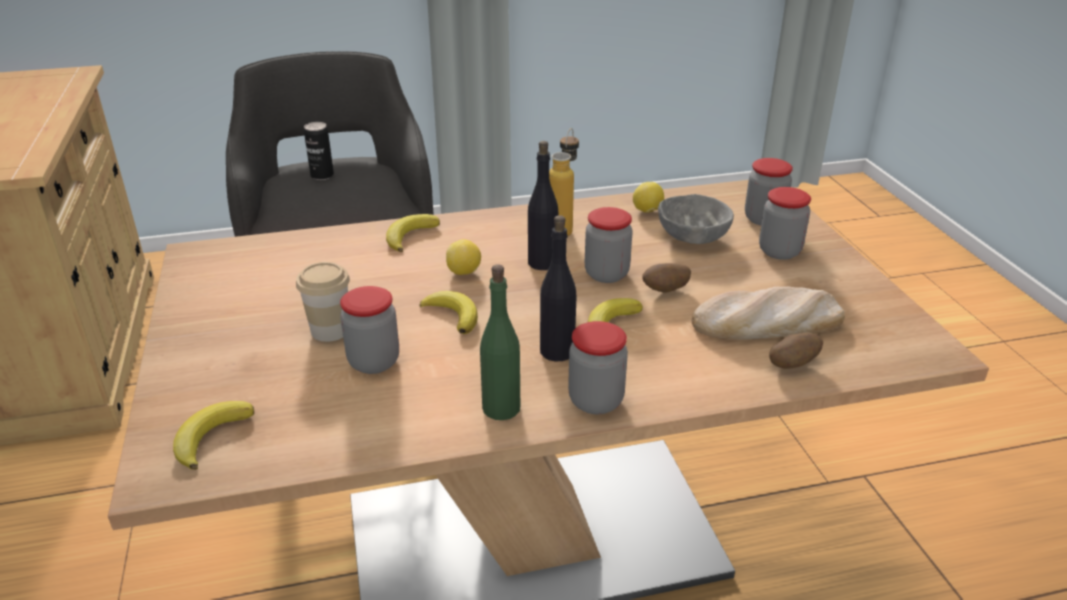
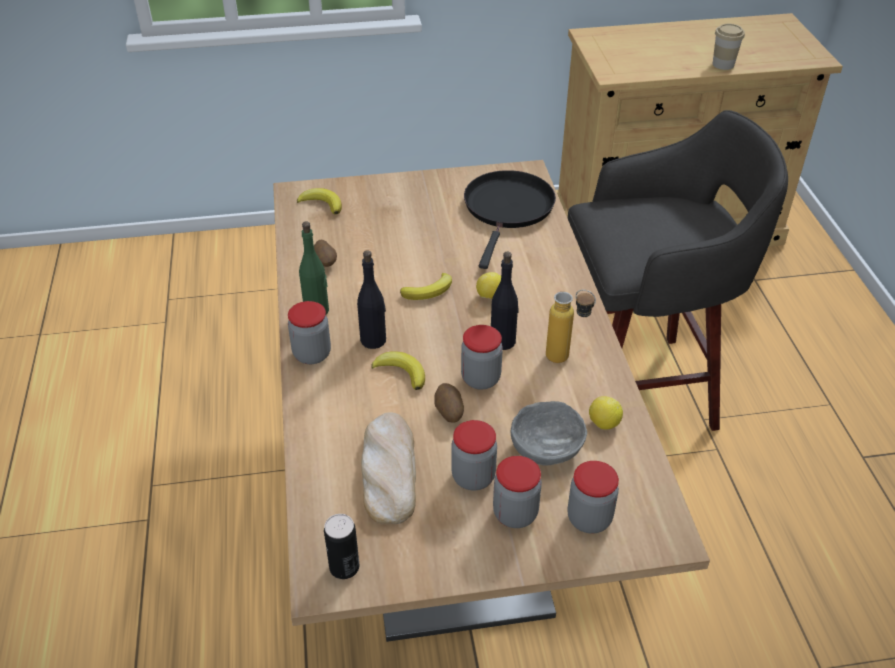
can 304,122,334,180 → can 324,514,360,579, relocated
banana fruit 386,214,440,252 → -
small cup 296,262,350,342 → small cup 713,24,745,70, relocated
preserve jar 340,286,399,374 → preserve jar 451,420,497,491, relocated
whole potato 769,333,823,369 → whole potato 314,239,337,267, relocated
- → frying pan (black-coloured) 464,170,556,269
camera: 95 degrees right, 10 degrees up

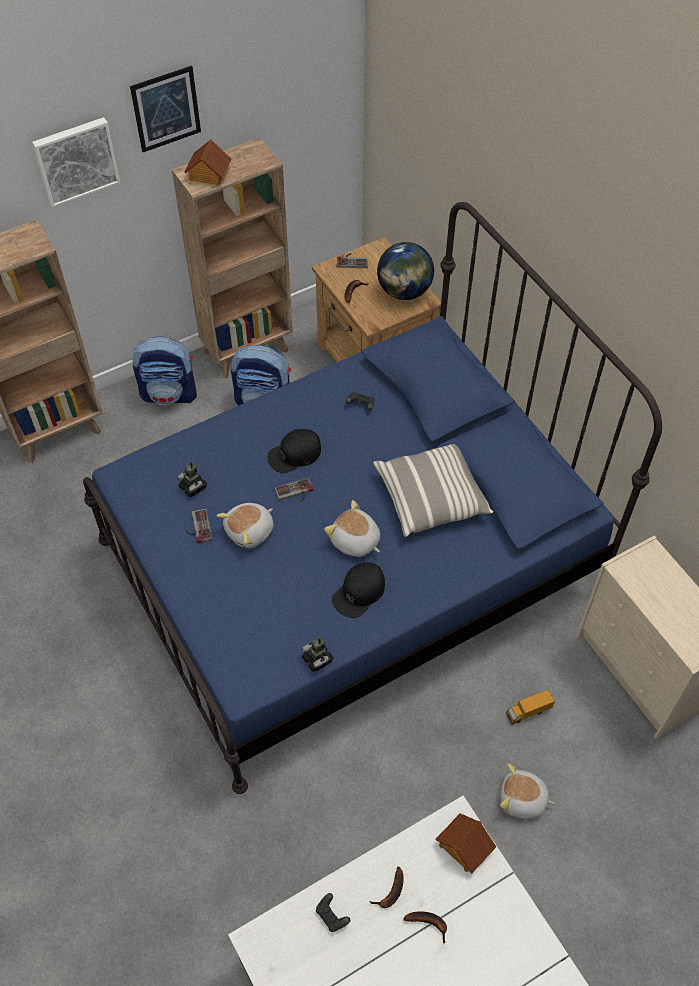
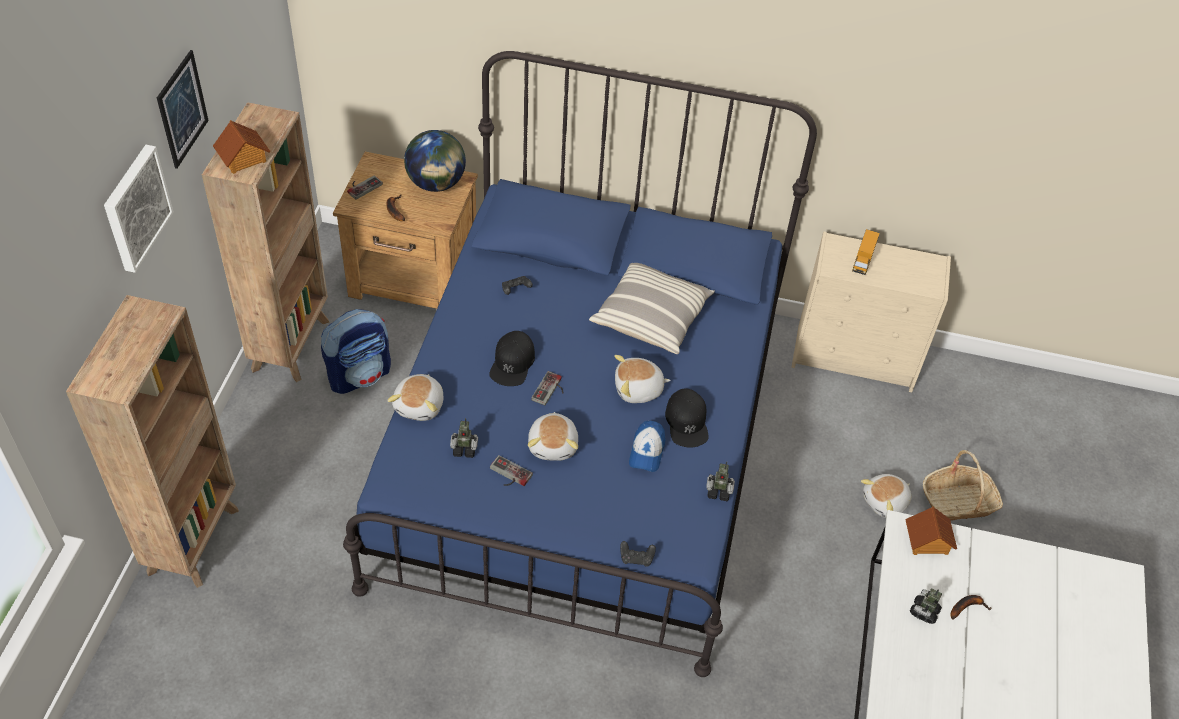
knapsack 132,336,197,405 → -
toy lorry 506,689,555,725 → toy lorry 852,229,880,275, relocated
banana fruit 369,867,404,908 → model robot 910,588,942,624
joypad (black-coloured) 316,893,350,932 → joypad (black-coloured) 620,541,656,567, relocated
- → soft toy 387,374,444,421
- → peaked cap 629,421,665,472
- → storage basket 923,450,1003,521
camera: 50 degrees left, 5 degrees down

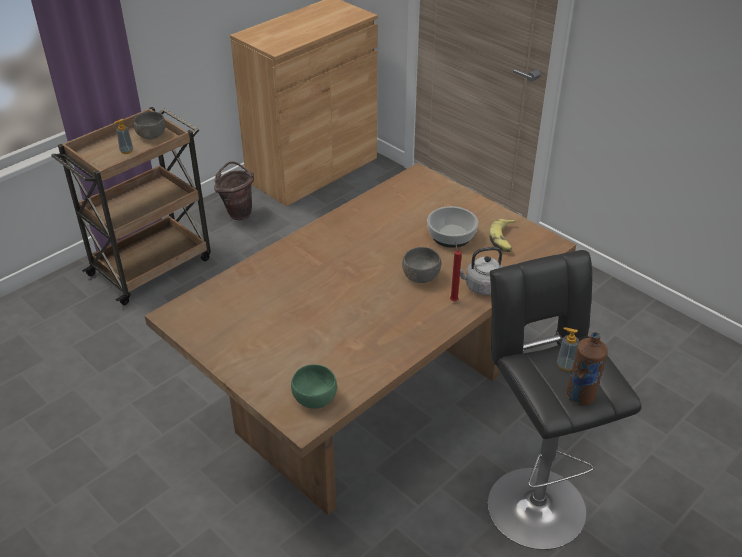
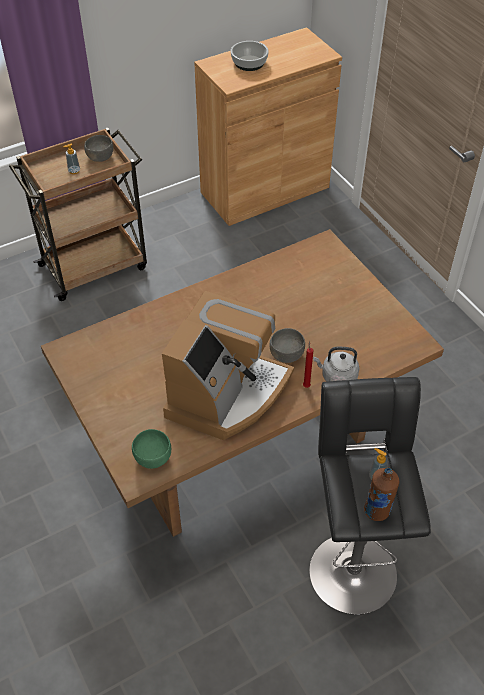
water bucket (brownish) 214,161,254,220 → -
bowl 427,206,478,248 → bowl 231,41,269,71, relocated
banana fruit 489,219,516,252 → -
- → coffee machine 162,291,294,440
camera: 15 degrees right, 10 degrees up

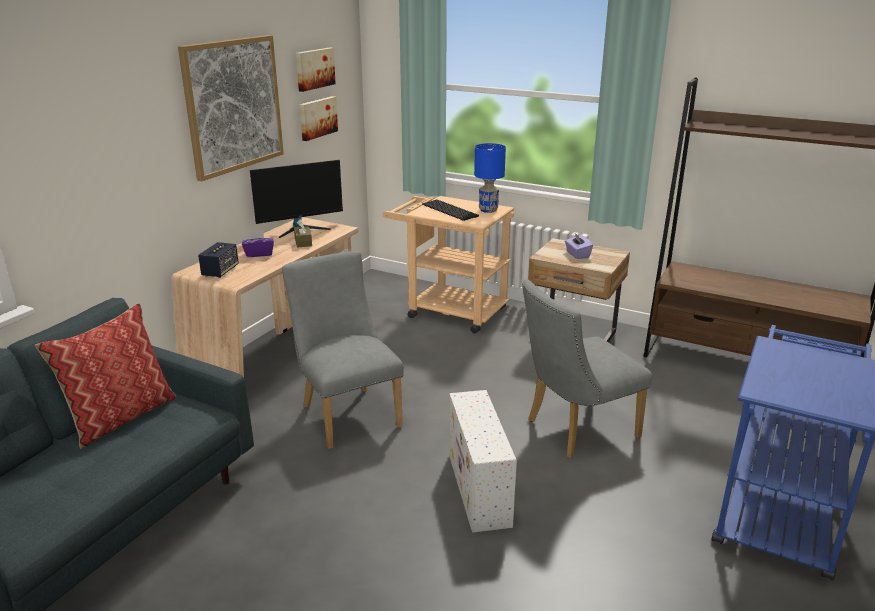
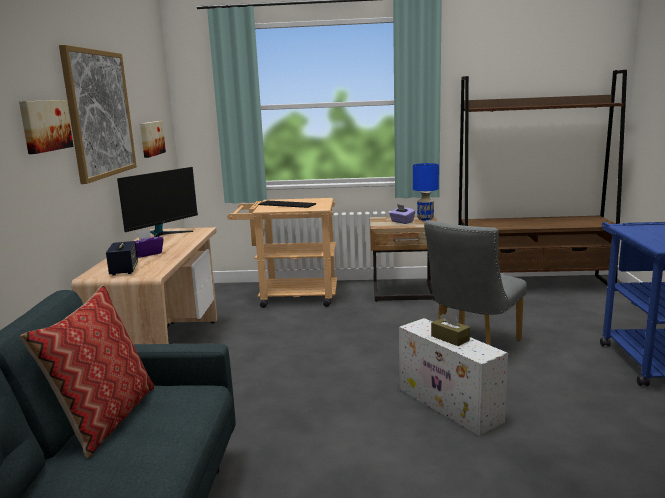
picture 296,48,336,92 → picture 19,100,74,154, relocated
tabletop lamp (blue-coloured) 474,143,506,213 → tabletop lamp (blue-coloured) 413,163,439,221, relocated
box of tissues (brownish) 294,219,312,248 → box of tissues (brownish) 431,311,470,346, relocated
upright chair (grey) 282,251,404,449 → -
camera: 25 degrees left, 10 degrees down

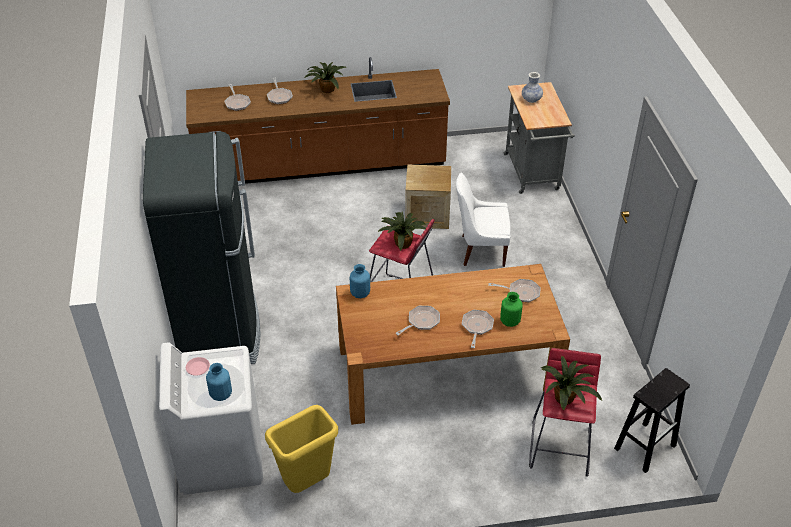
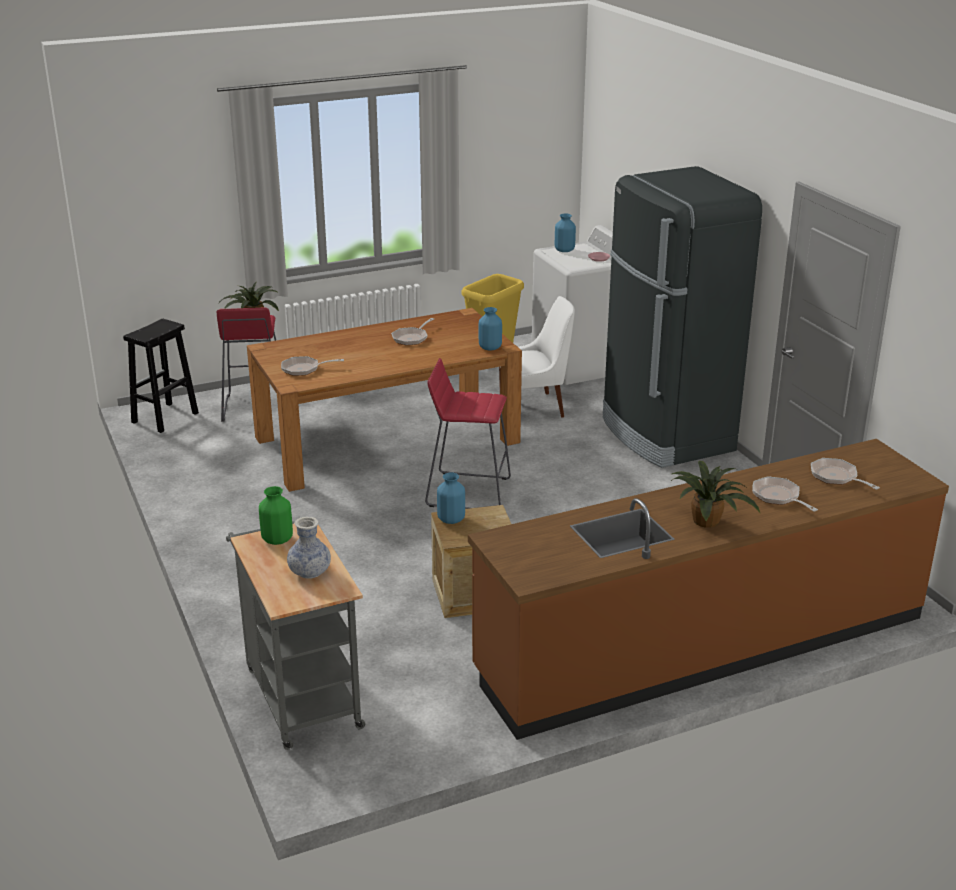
upright chair (white) 456,172,511,267 → upright chair (white) 499,296,575,418, relocated
potted plant 378,212,427,251 → -
flower vase (green) 500,292,523,327 → flower vase (green) 259,486,293,545, relocated
frying pan 462,310,494,348 → -
- → flower vase (blue-coloured) 437,473,465,524
camera: 165 degrees right, 15 degrees down

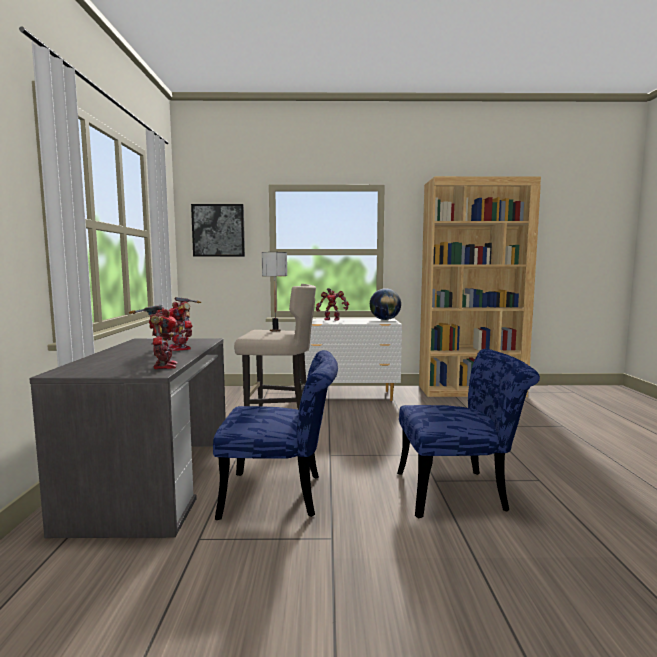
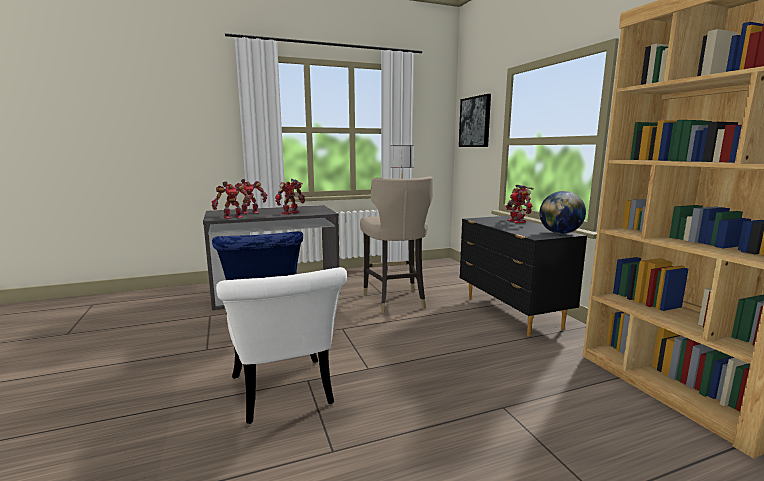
chest of drawers (white) 300,319,402,401 → chest of drawers (black-coloured) 460,216,587,336
upright chair (blue-coloured) 397,349,540,518 → upright chair (white) 216,267,347,424
- → model robot 231,179,268,214
camera: 70 degrees right, 5 degrees up

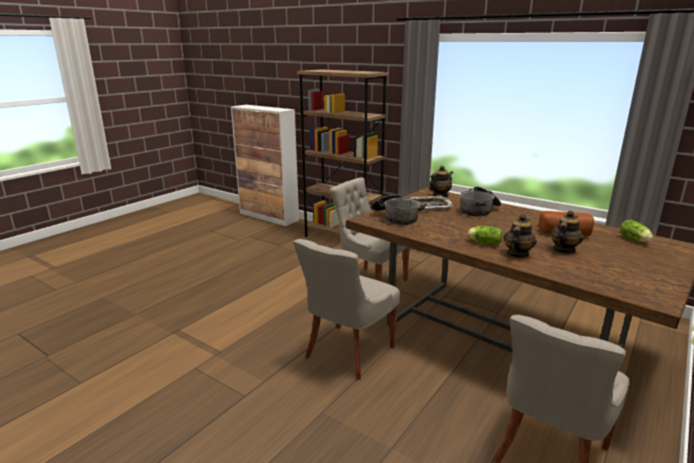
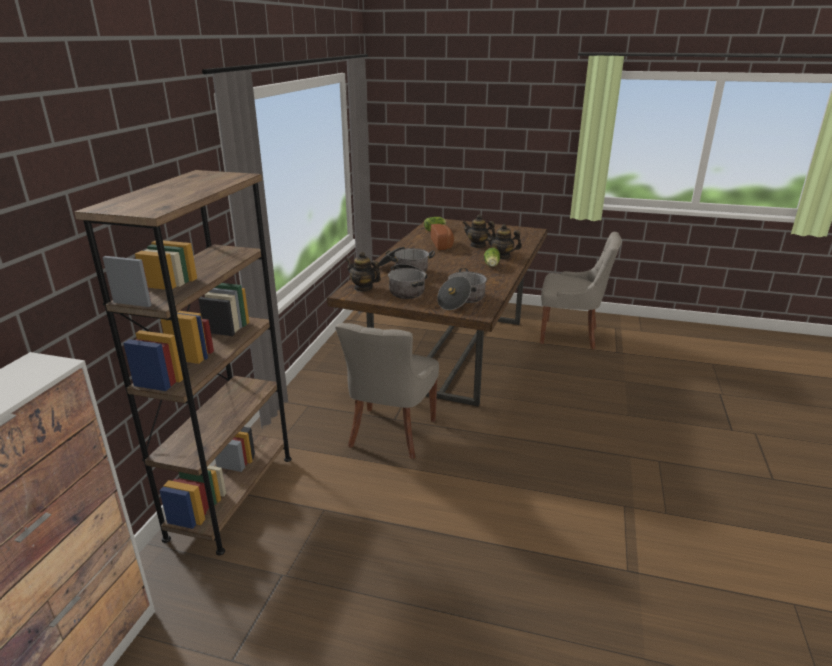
serving tray 410,195,454,210 → cooking pot 388,264,428,299
upright chair (grey) 293,239,400,380 → -
camera: 110 degrees left, 5 degrees up

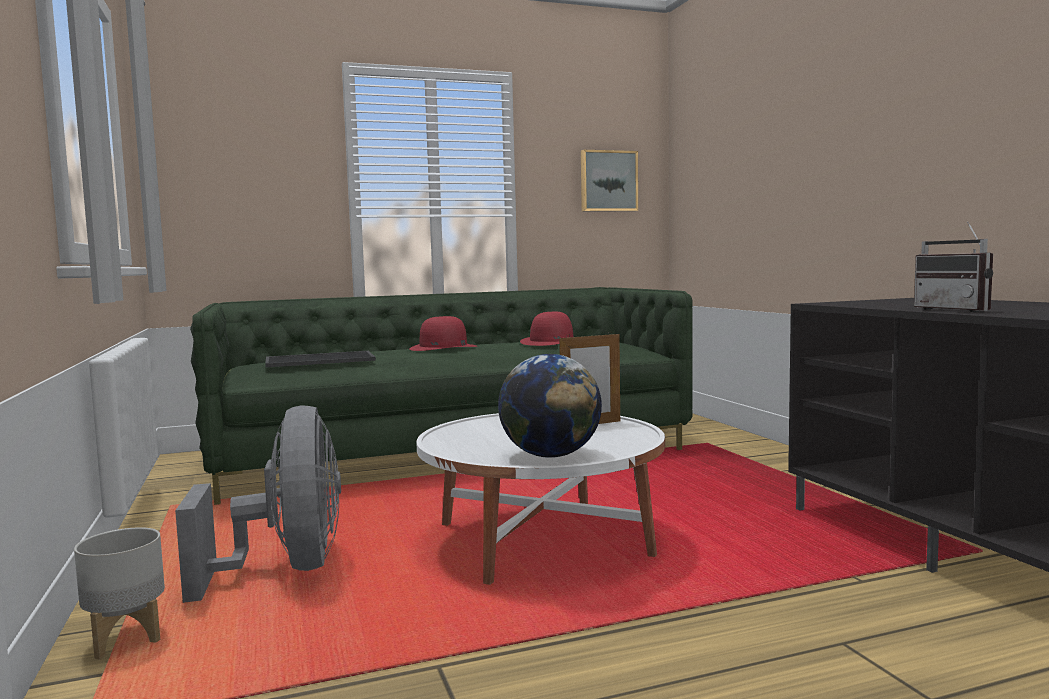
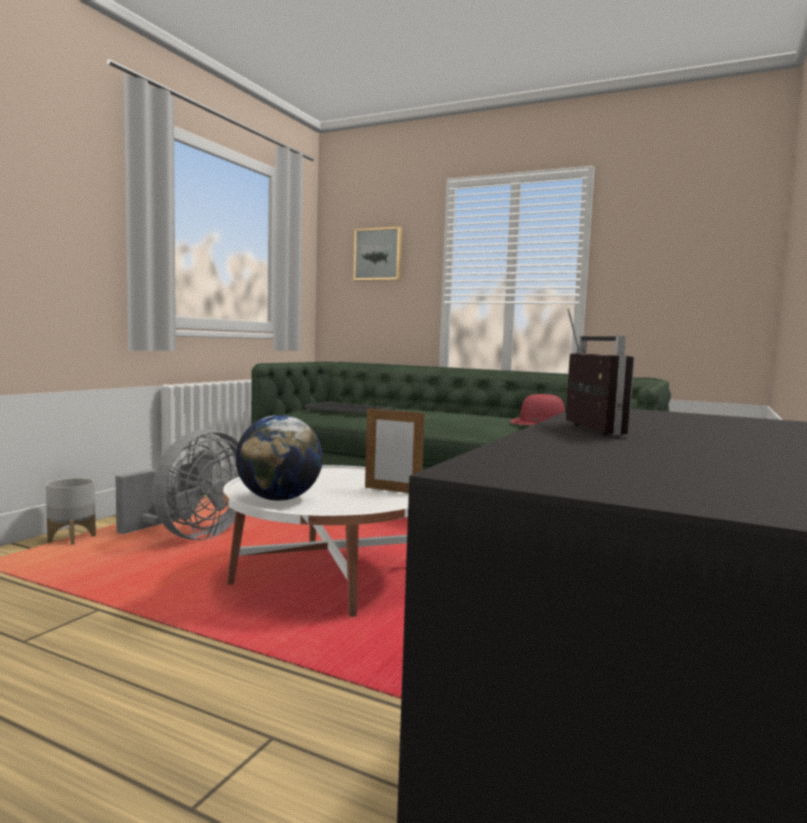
picture 581,150,638,211 → picture 353,227,402,281, relocated
radio 914,222,993,312 → radio 566,308,635,435, 150 degrees clockwise
hat (reddish) 409,316,477,351 → -
camera: 45 degrees right, 0 degrees up

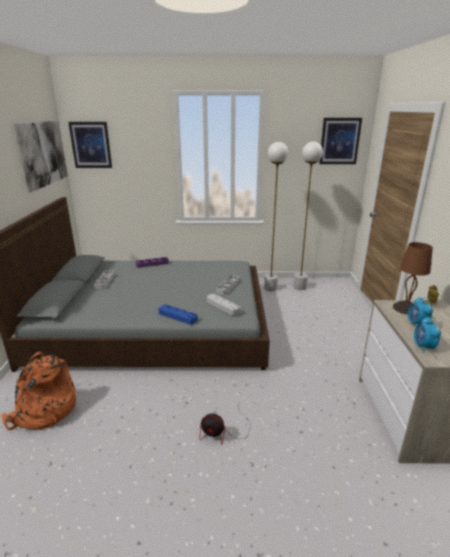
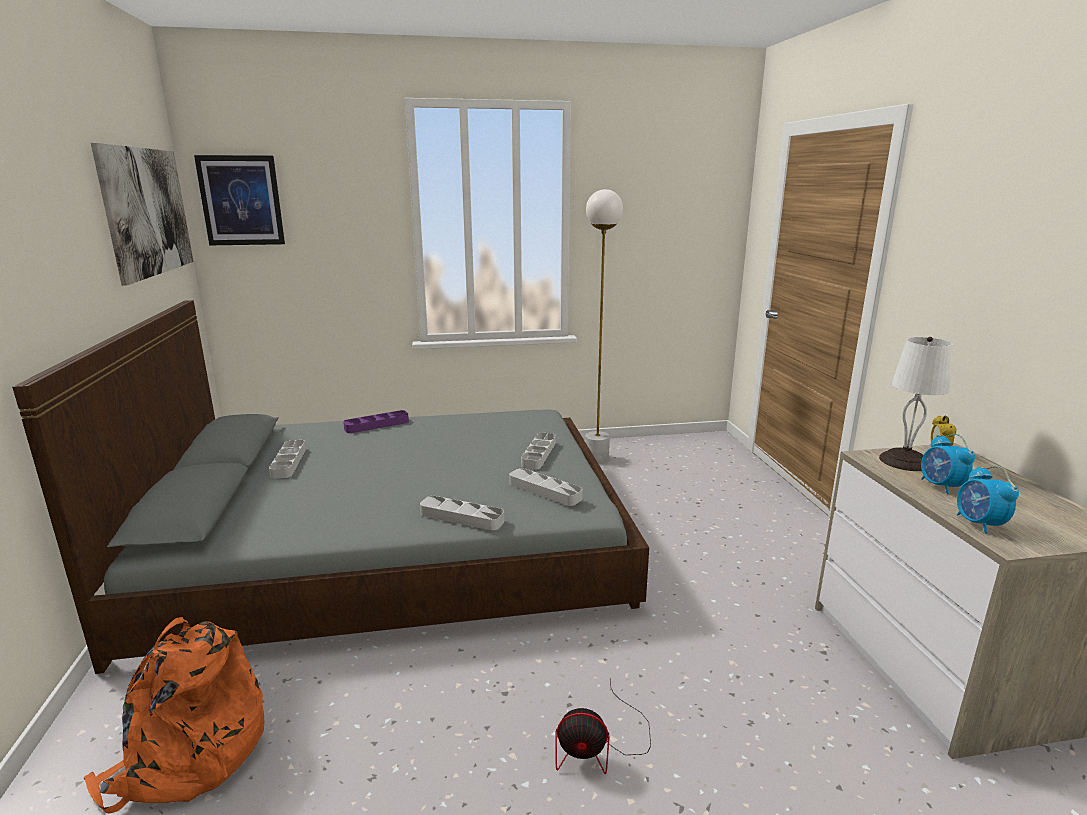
picture 319,118,362,164 → -
floor lamp (white) 294,142,323,290 → -
tabletop lamp (brownish) 393,242,433,315 → tabletop lamp (white) 879,337,953,471
serving tray (blue-coloured) 158,305,198,325 → serving tray (grey) 420,496,504,530
camera: 10 degrees left, 5 degrees down

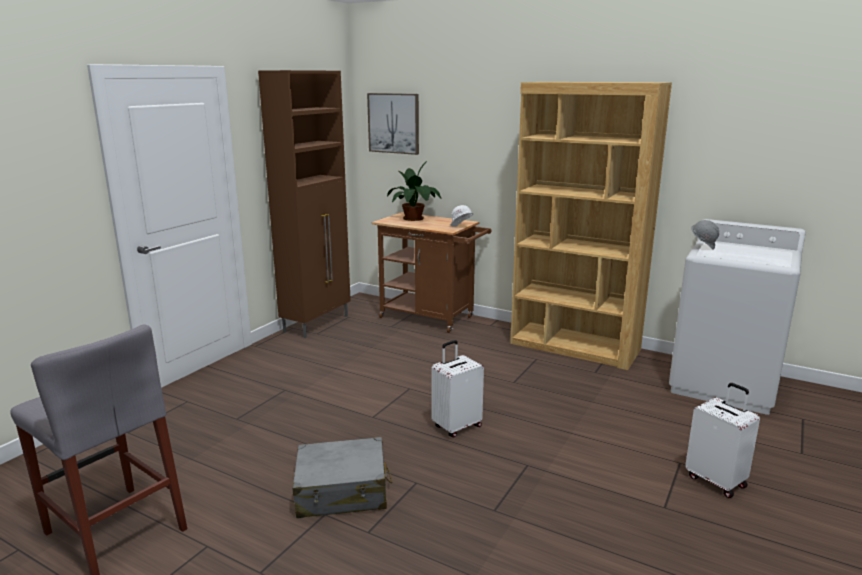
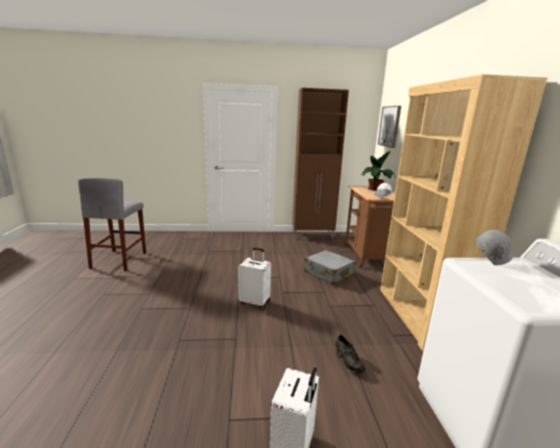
piece of luggage (grey) 293,437,392,518 → piece of luggage (grey) 305,250,356,285, relocated
- → low shoe (black-coloured) 335,335,365,373
camera: 55 degrees right, 0 degrees up

